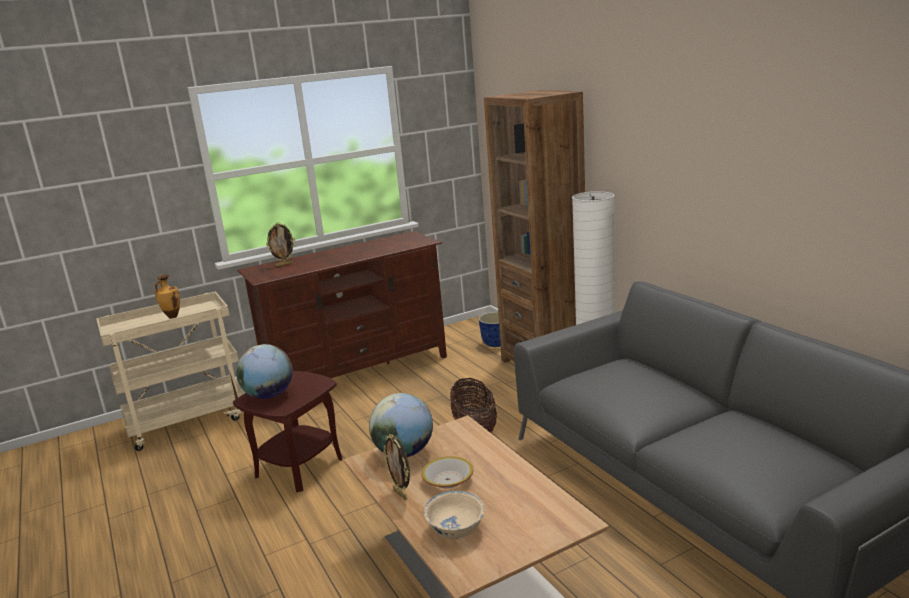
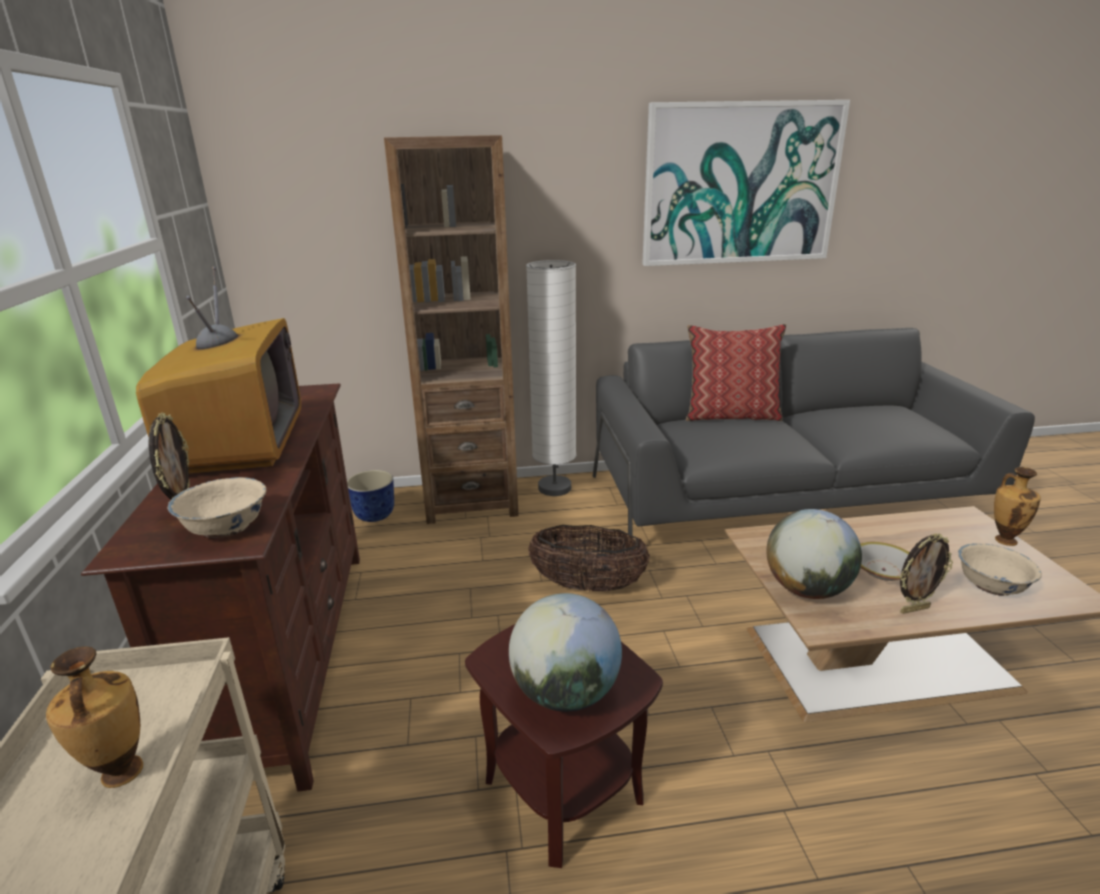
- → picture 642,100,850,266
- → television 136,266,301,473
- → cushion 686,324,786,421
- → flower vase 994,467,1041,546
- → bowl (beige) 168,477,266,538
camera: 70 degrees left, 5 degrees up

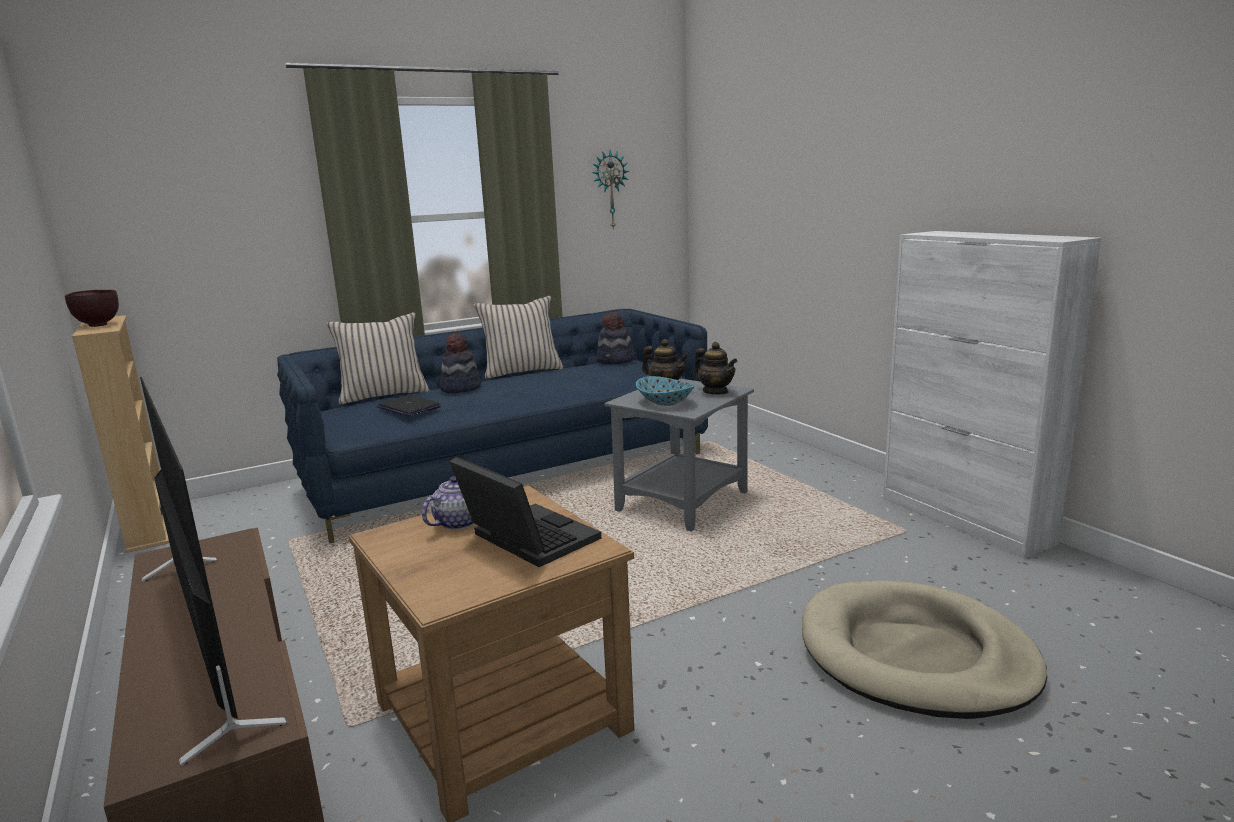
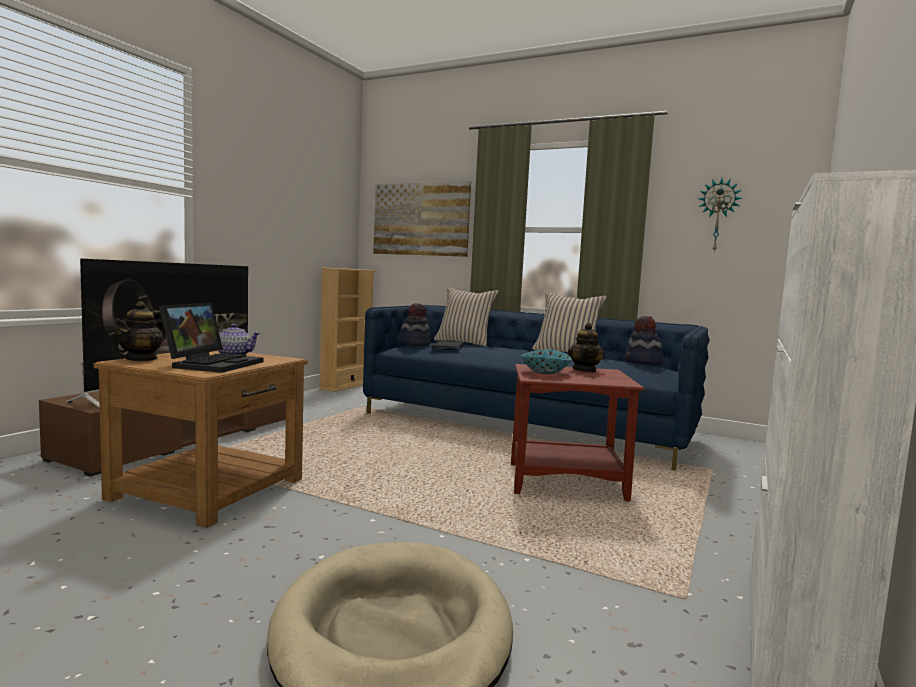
bowl (brownish) 65,290,119,327 → -
hat 440,333,481,393 → hat 398,303,431,346, relocated
pot for tea 694,342,738,394 → pot for tea 113,301,166,361, relocated
side table (grey) 604,379,754,532 → side table (brownish) 511,364,644,502
- → picture 373,181,471,257
camera: 55 degrees right, 10 degrees down

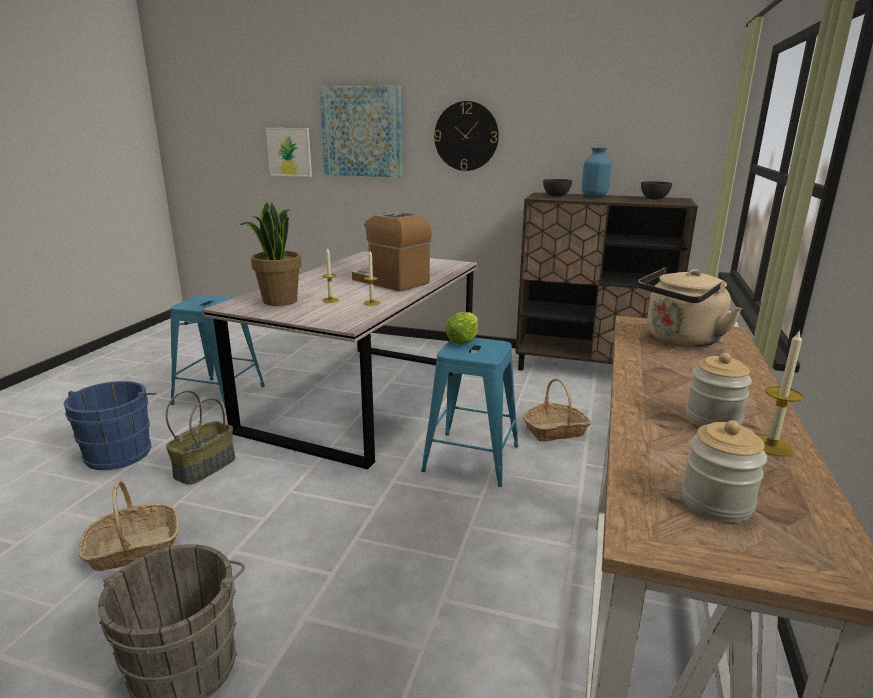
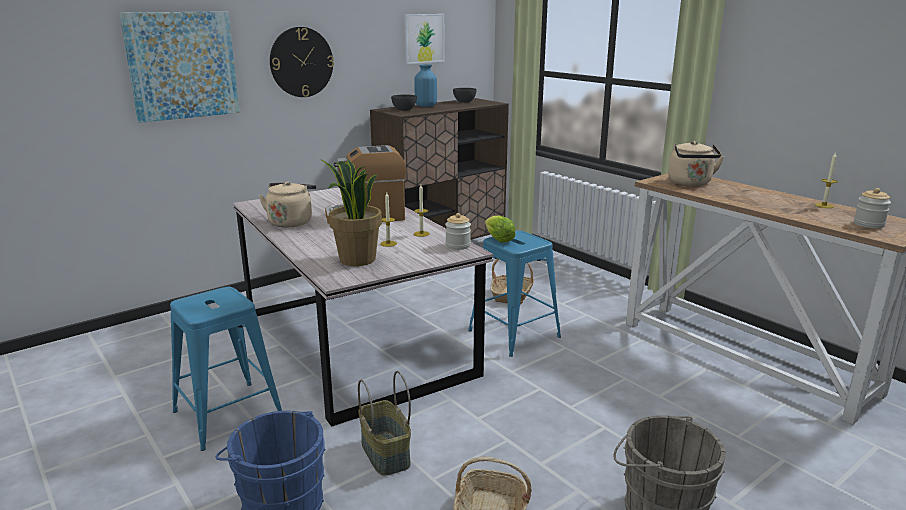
picture 266,128,312,177 → picture 405,14,445,64, relocated
preserve jar 686,353,752,427 → preserve jar 445,213,471,250, relocated
- → kettle (beige) 259,182,316,228
camera: 55 degrees left, 0 degrees up

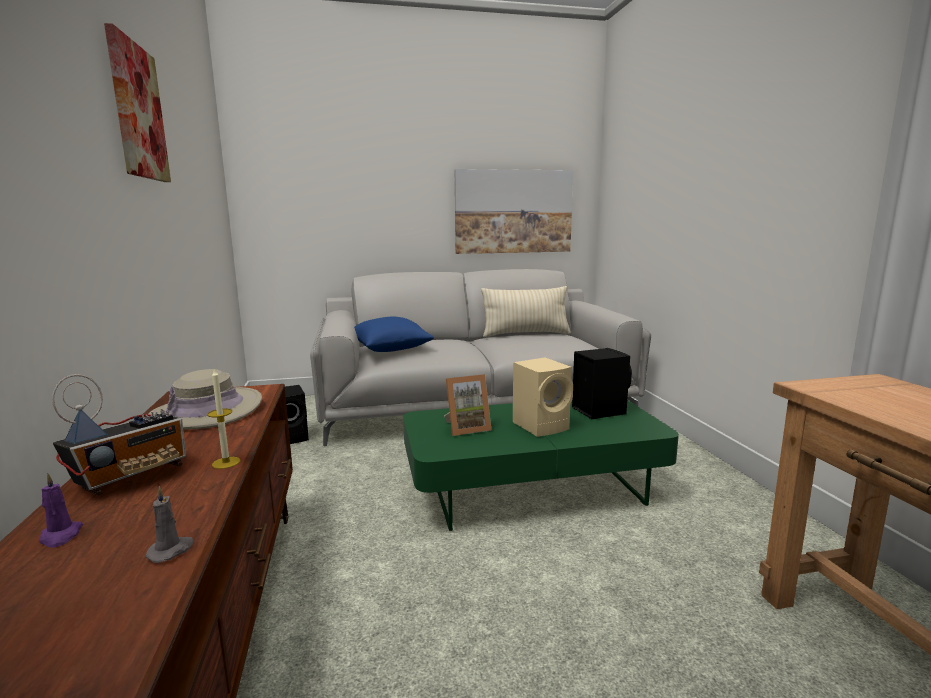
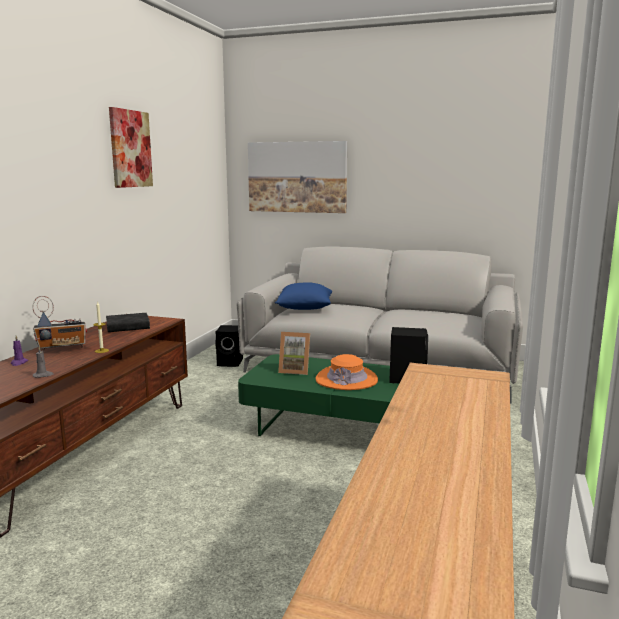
picture 455,169,573,254 → picture 248,141,347,213, relocated
cushion (beige) 481,286,571,337 → -
audio speaker (beige) 513,358,573,437 → hat (orange-coloured) 316,354,378,390
hat (beige) 149,369,262,430 → book (black-coloured) 106,313,150,332
camera: 30 degrees right, 0 degrees up

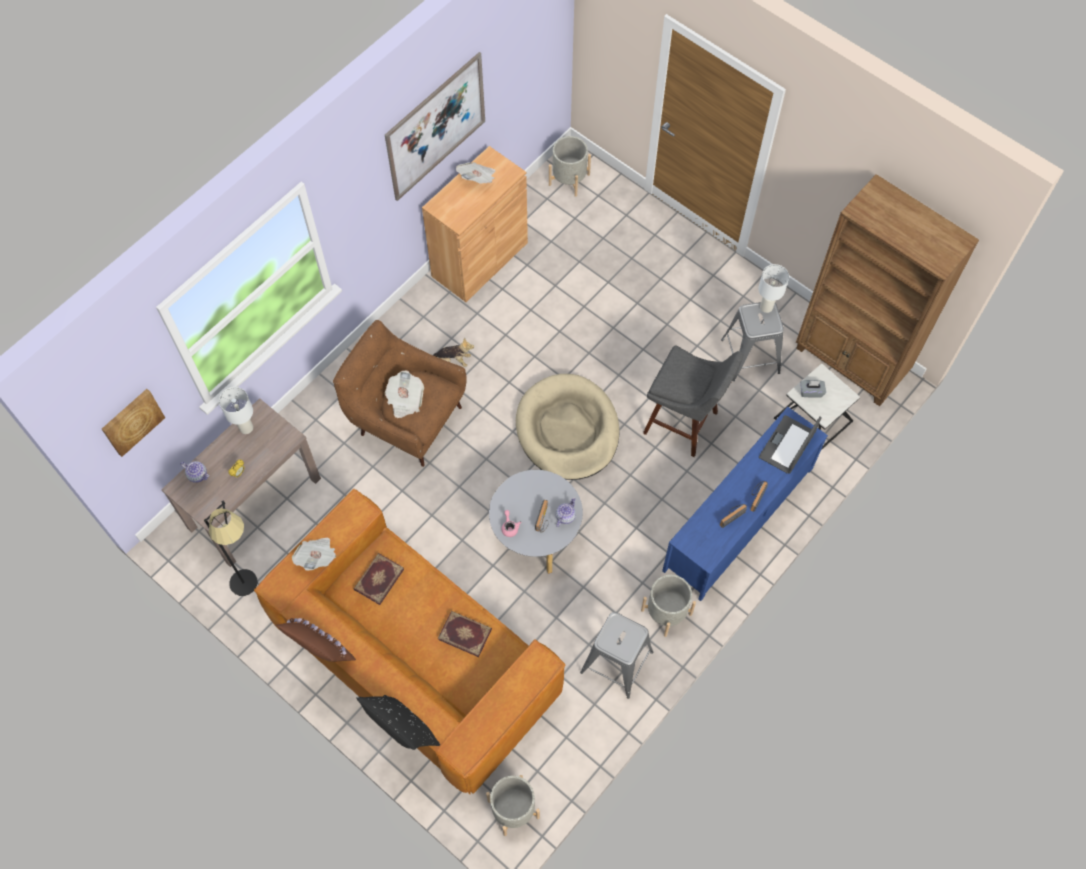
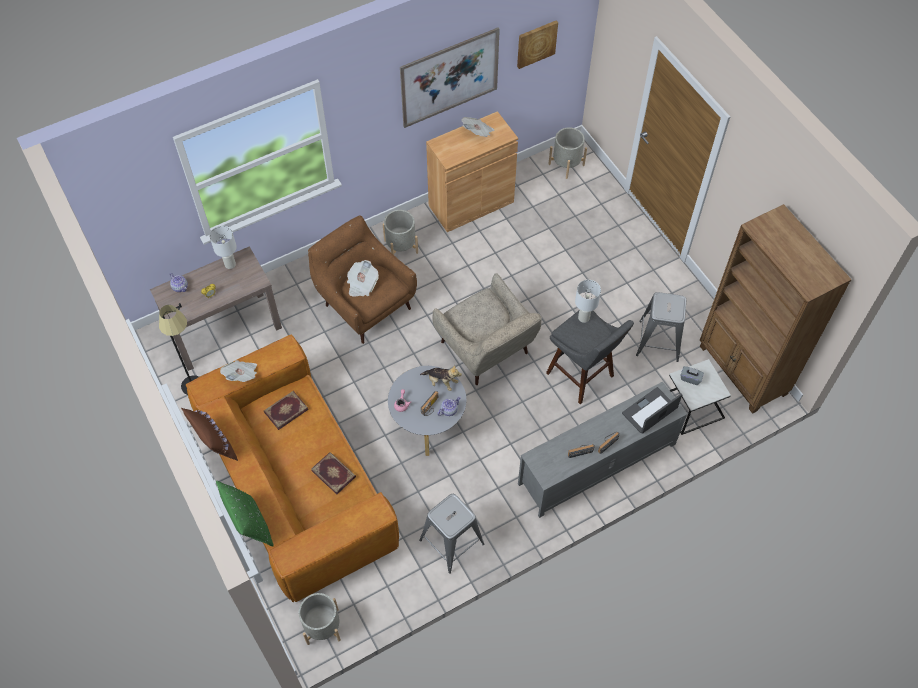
tabletop lamp (white) 758,264,789,313 → tabletop lamp (white) 575,280,601,323, relocated
soft toy 433,338,474,367 → soft toy 420,365,462,391, relocated
dog bed (beige) 516,374,619,480 → armchair (beige) 432,273,542,385
picture 102,389,165,457 → picture 517,20,558,69, relocated
tv stand (blue-coloured) 662,407,828,601 → tv stand (grey) 518,382,687,518
planter (grey) 641,575,696,637 → planter (grey) 383,210,418,255, relocated
cushion (black-coloured) 356,695,440,750 → cushion (green) 216,480,274,546
camera: 20 degrees right, 5 degrees down

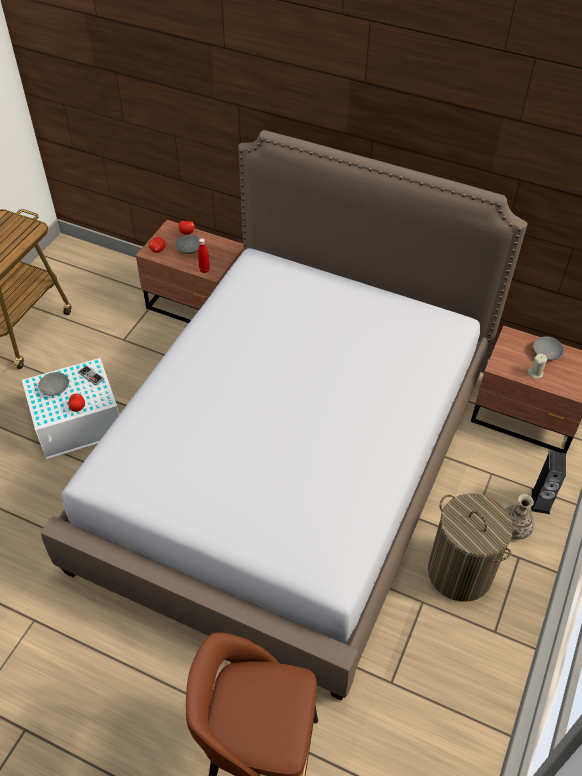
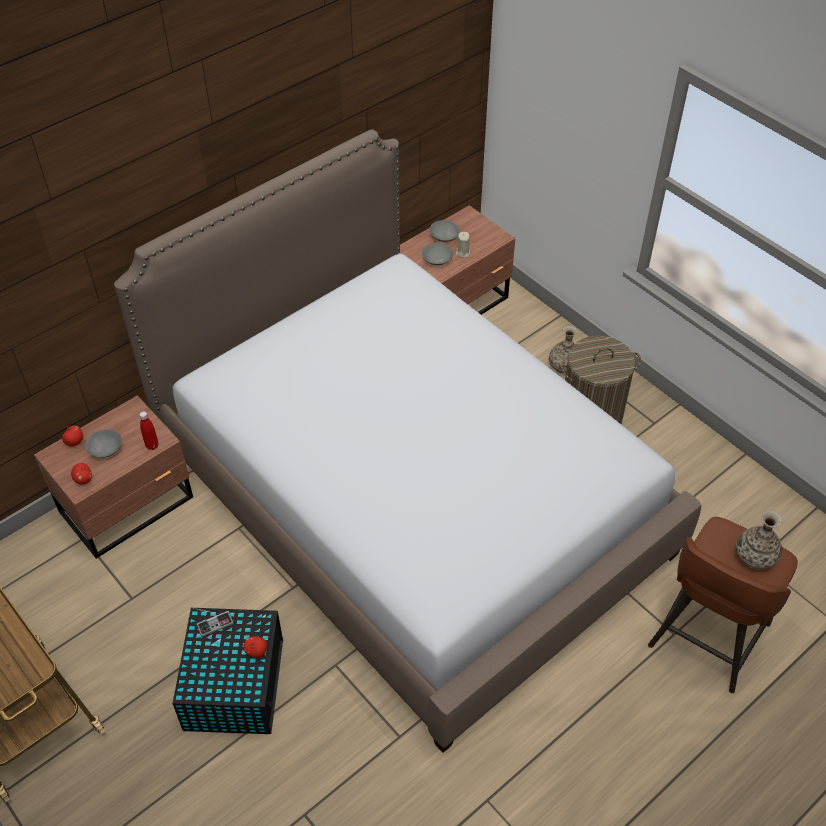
storage container (white) 22,358,119,459 → storage container (black-coloured) 172,608,283,734
bowl (grey) 38,372,69,396 → bowl (grey) 422,243,453,265, relocated
audio speaker 531,451,566,514 → -
- → flower vase 736,511,782,570
camera: 65 degrees left, 0 degrees up

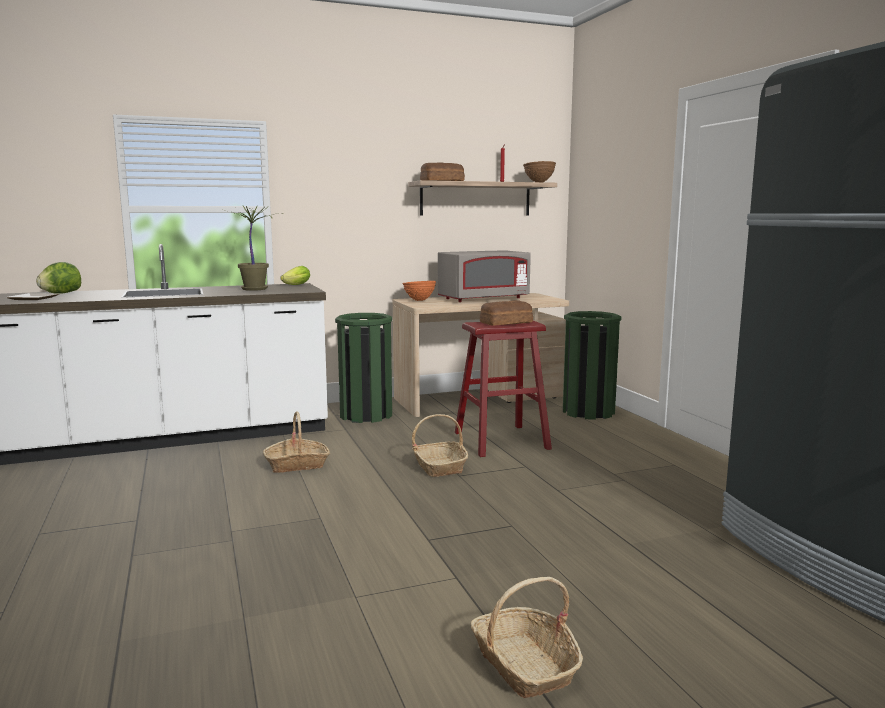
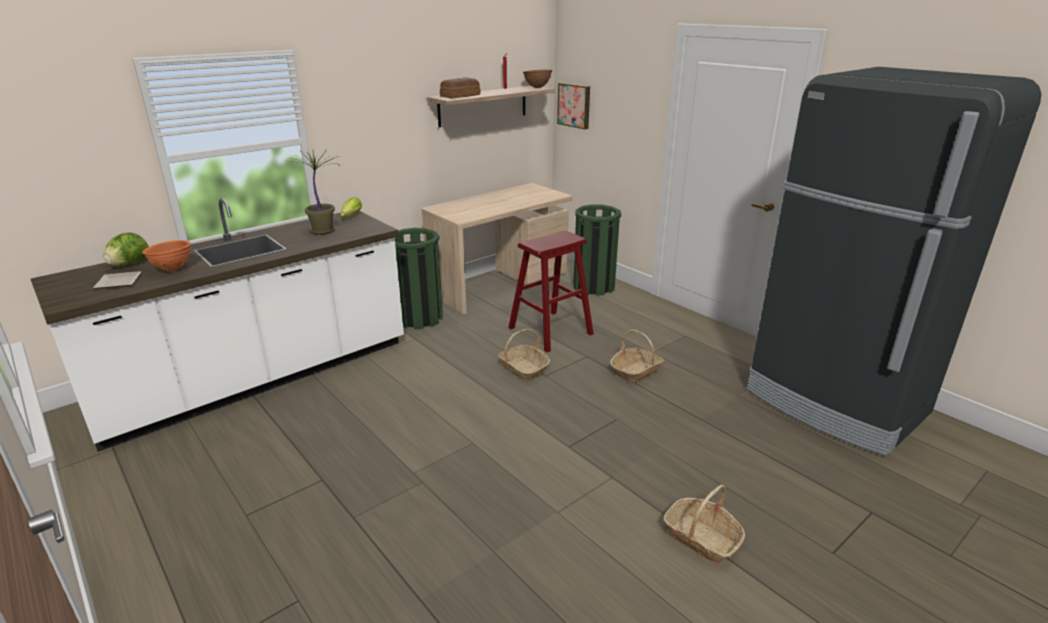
microwave oven (grey) 438,250,531,302 → -
bowl (orange-coloured) 403,281,436,301 → bowl (orange-coloured) 142,240,191,271, relocated
bread 480,300,533,326 → -
storage basket 263,411,330,473 → storage basket 610,330,665,384, relocated
- → picture 557,82,590,129
camera: 20 degrees left, 15 degrees up

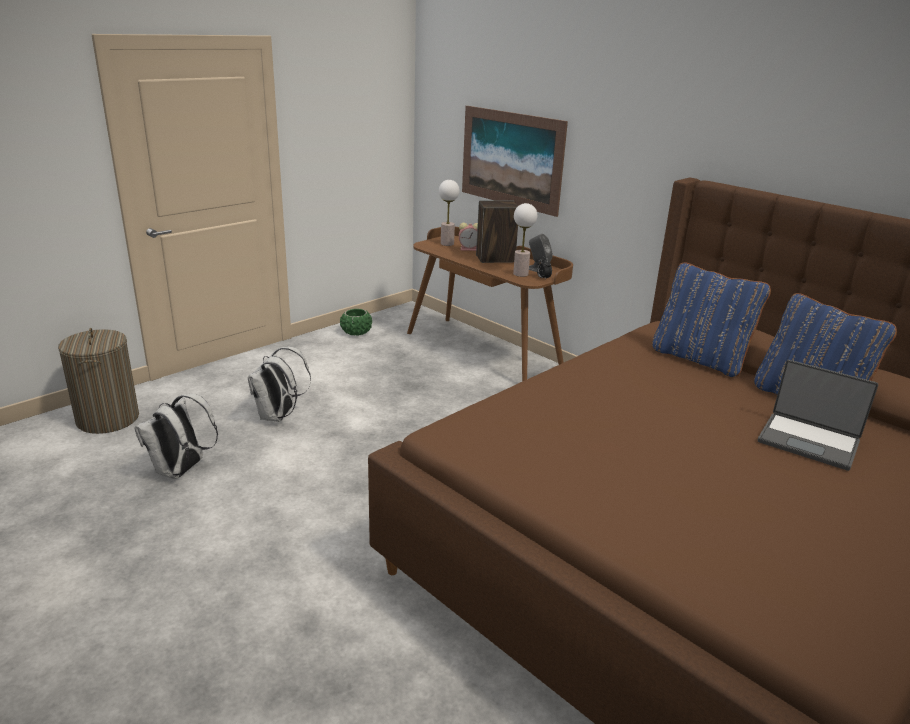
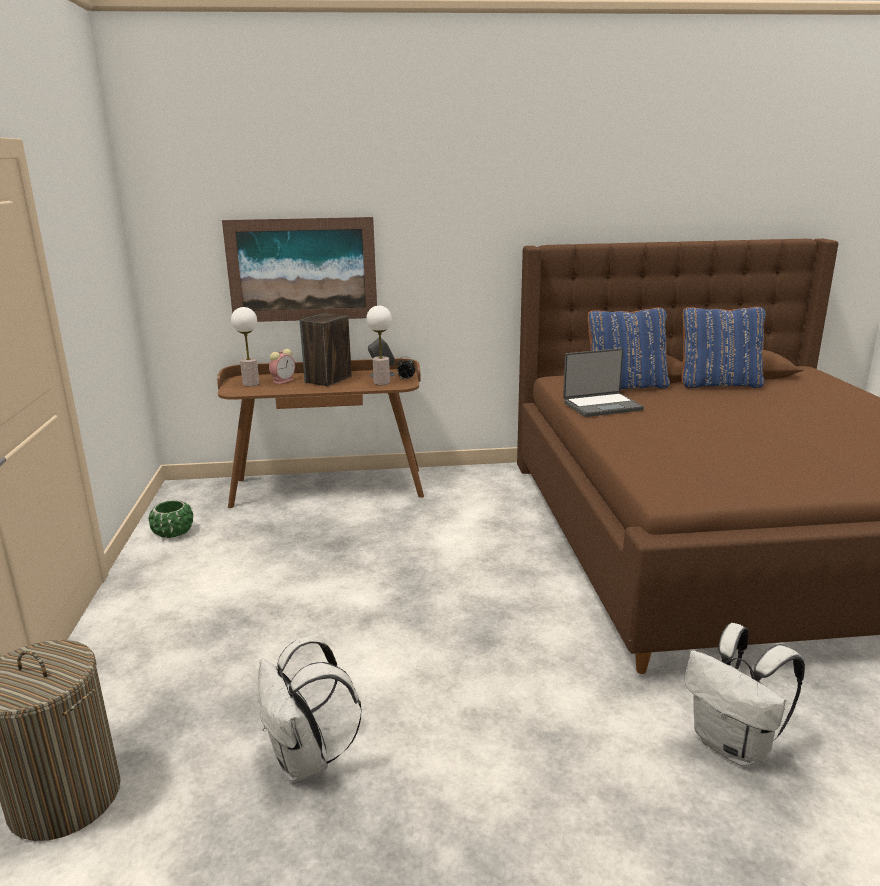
knapsack (white) 248,346,311,422 → knapsack (white) 684,623,805,767, relocated
laptop 758,360,878,471 → laptop 563,348,644,417, relocated
camera: 50 degrees left, 5 degrees down

